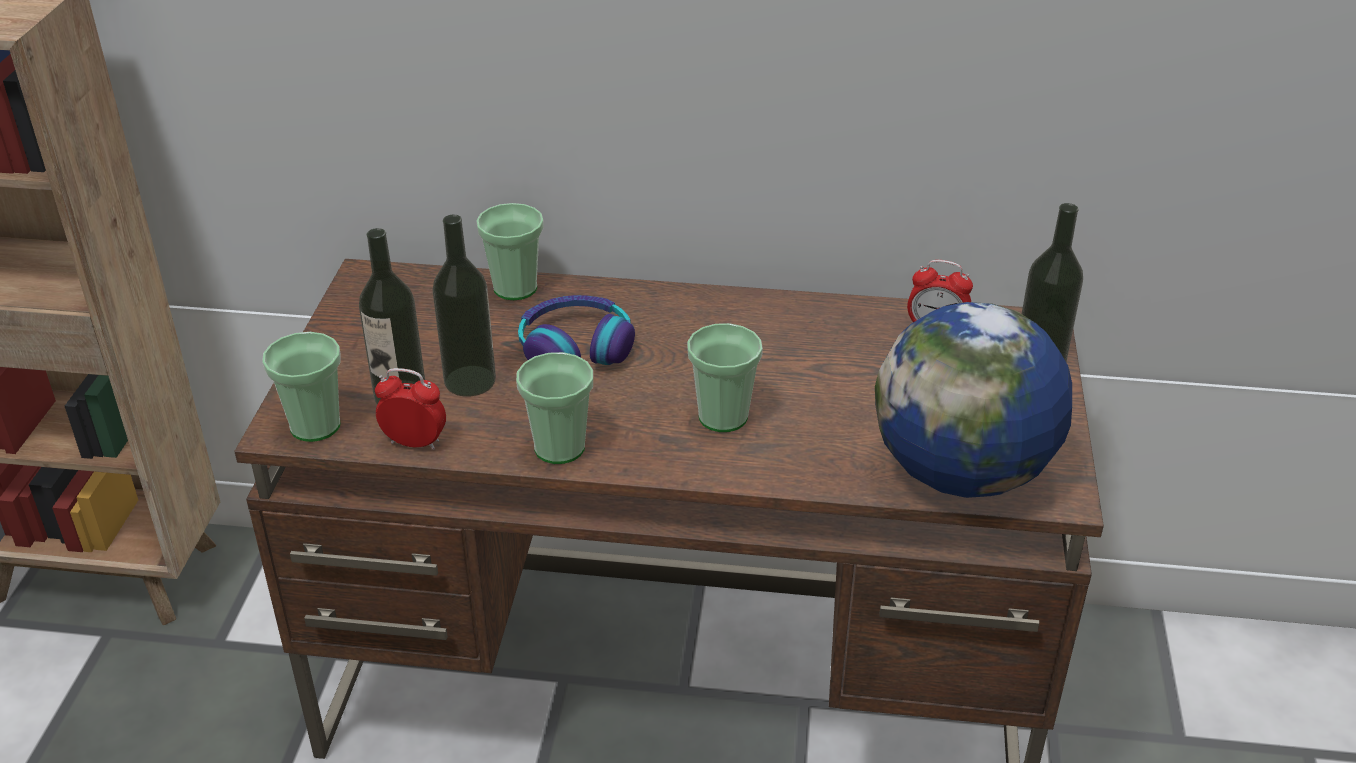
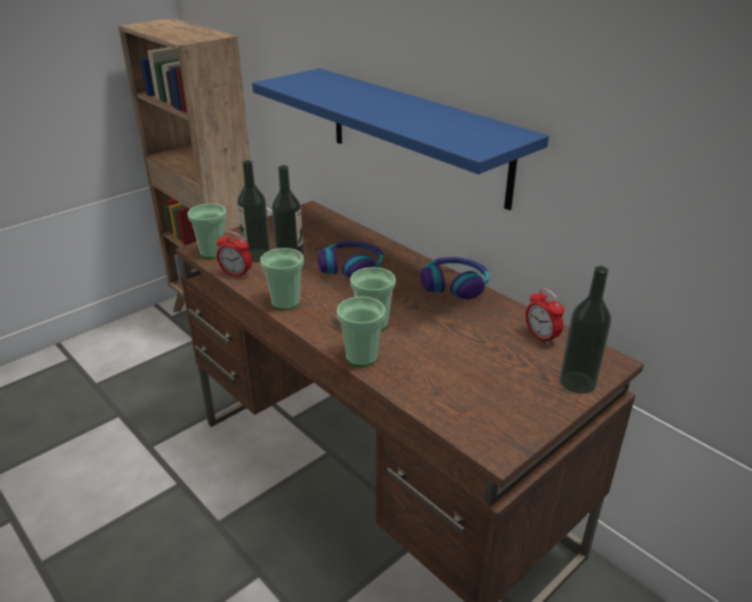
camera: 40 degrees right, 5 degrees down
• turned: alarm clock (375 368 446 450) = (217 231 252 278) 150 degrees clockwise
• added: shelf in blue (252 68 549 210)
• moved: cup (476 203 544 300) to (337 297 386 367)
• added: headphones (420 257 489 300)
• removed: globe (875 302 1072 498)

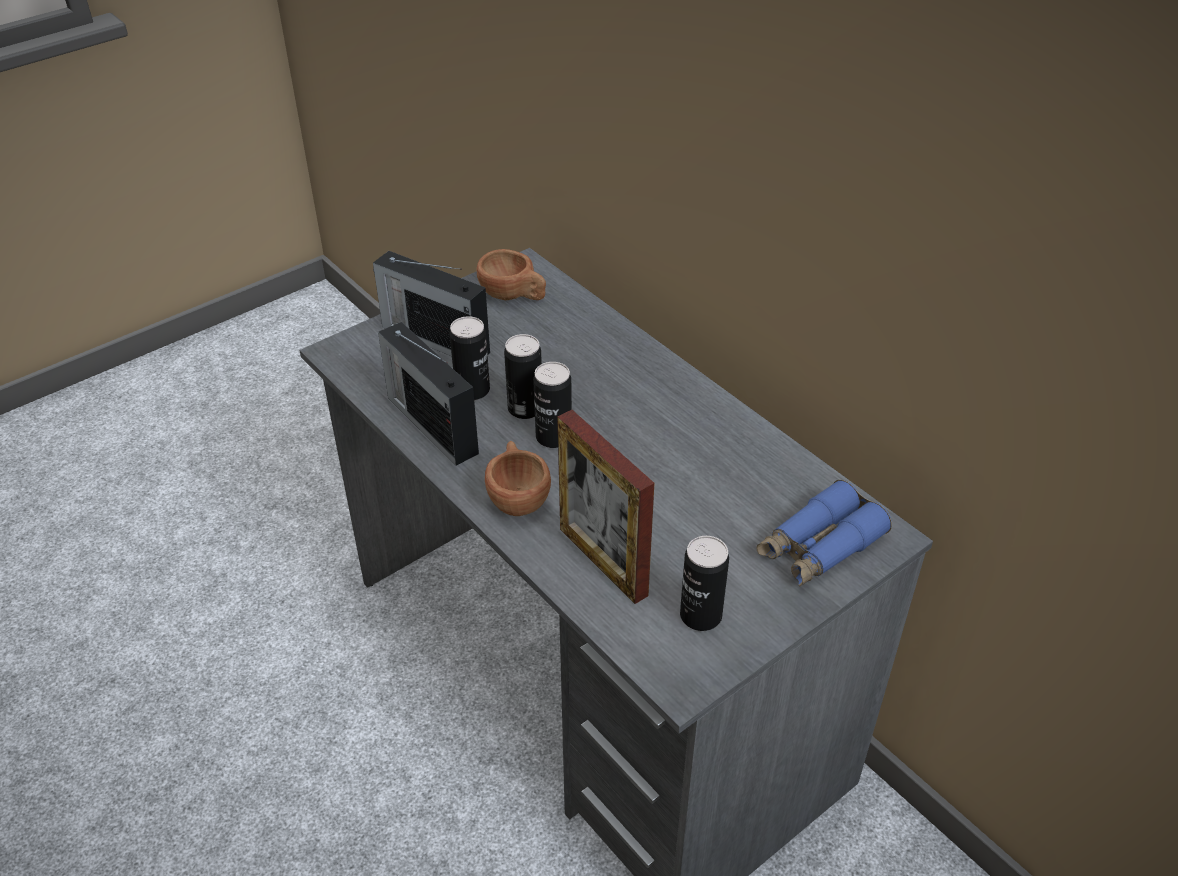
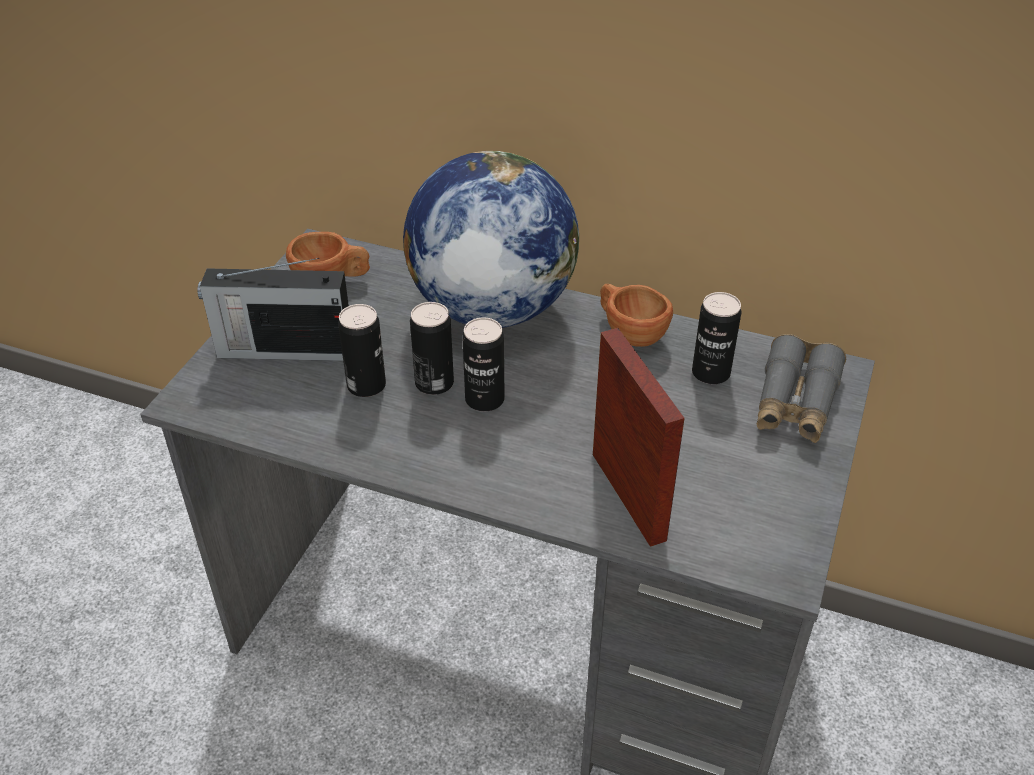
camera: 30 degrees left, 0 degrees up
• added: globe (403 151 579 328)
• turned: picture frame (557 410 655 604) = (593 328 685 547) 135 degrees counterclockwise
• moved: cup in brown (485 441 551 516) to (600 284 673 347)
• moved: can (680 536 729 631) to (692 292 741 384)
• recoloured: binoculars in blue (756 480 892 587) to binoculars in grey (757 334 846 443)
• removed: radio (378 322 479 466)

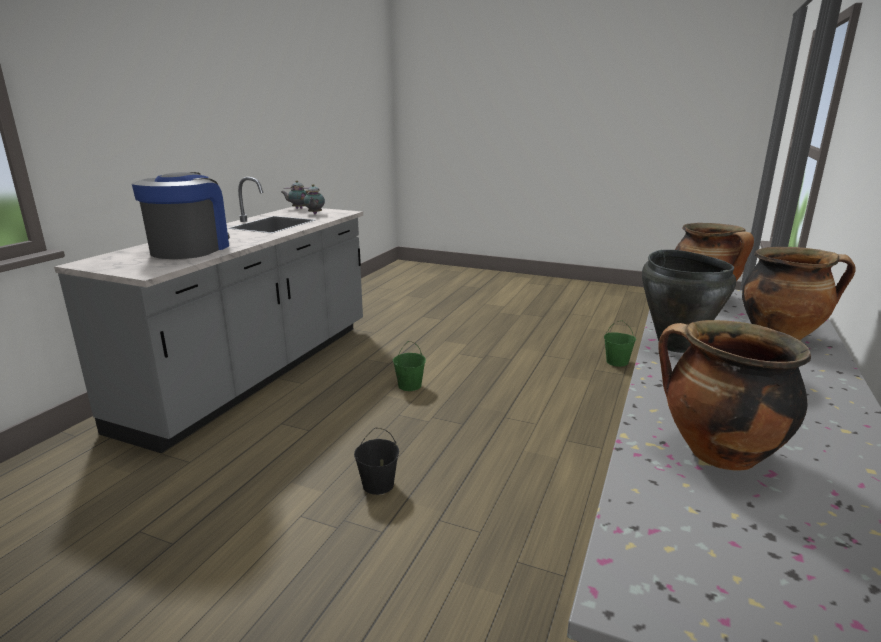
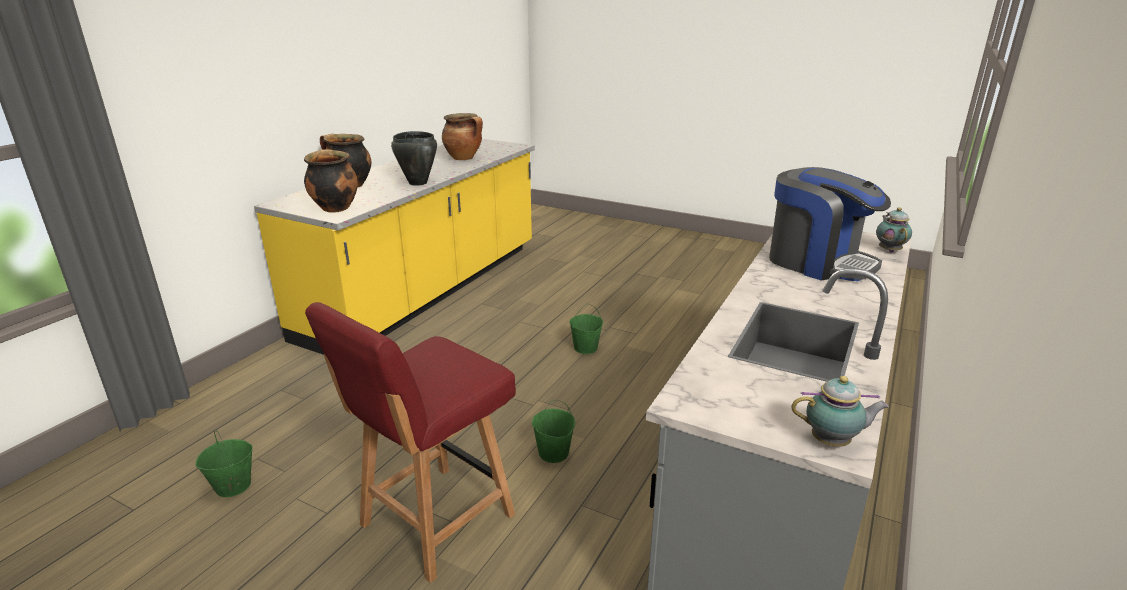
camera: 175 degrees left, 5 degrees up
• added: chair in red (305 302 516 583)
• recoloured: bucket in black (354 428 399 495) to bucket in green (569 304 603 354)
• turned: coffee machine (132 172 230 259) = (769 167 891 281) 60 degrees counterclockwise
• moved: teapot (304 184 325 214) to (876 207 912 252)

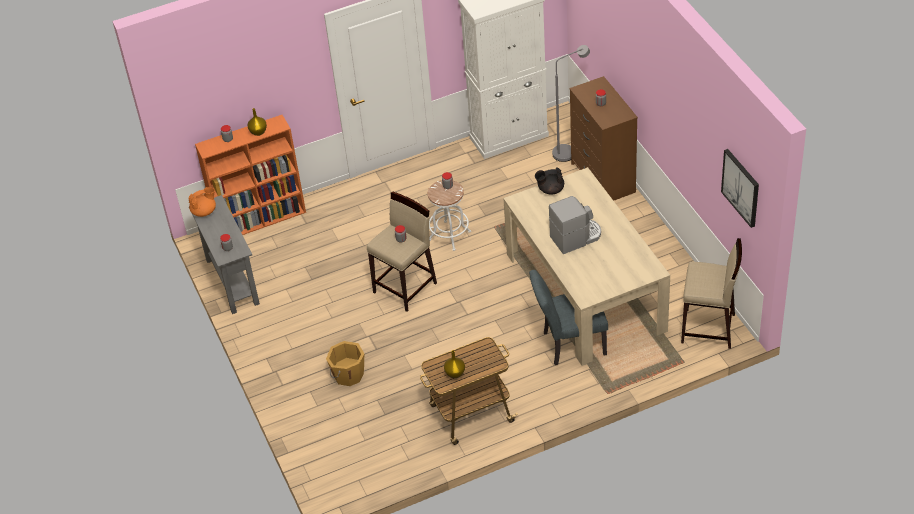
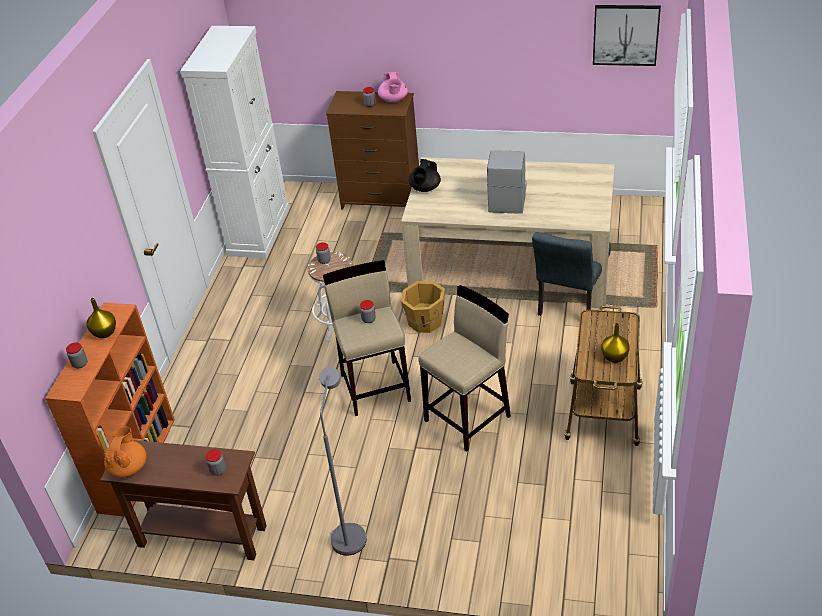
camera: 55 degrees left, 5 degrees down
• recoloured: console table in grey (192 195 260 314) to console table in brown (100 440 267 560)
• moved: floor lamp in grey (552 45 590 162) to (319 367 366 556)
• added: teapot in pink (378 72 408 103)
• moved: bucket in orange (326 341 364 386) to (401 281 445 333)
• moved: stool in beige (681 238 742 349) to (419 285 511 452)

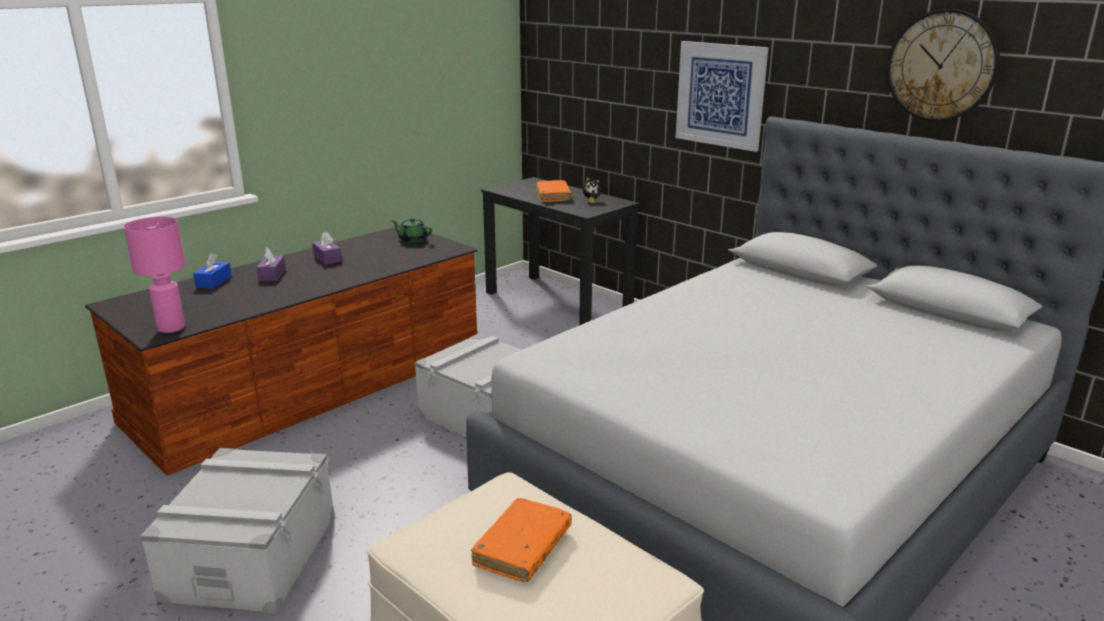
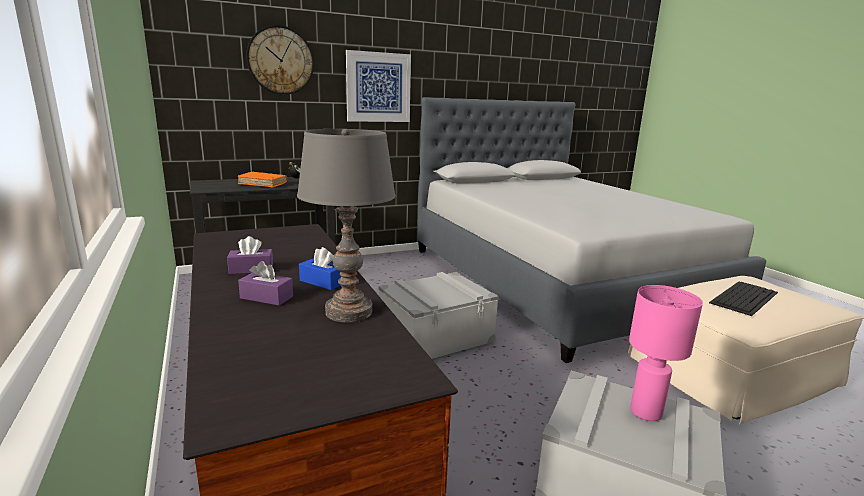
camera: 70 degrees left, 5 degrees down
• moved: wall clock (886 9 1000 121) to (246 25 314 95)
• added: table lamp in grey (297 129 396 323)
• moved: tissue box in blue (193 253 232 289) to (299 247 342 290)
• moved: table lamp in pink (124 217 186 333) to (629 285 703 421)
• replaced: book in orange (471 498 572 582) to keyboard (709 281 778 316)
• removed: teapot in green (391 218 432 243)

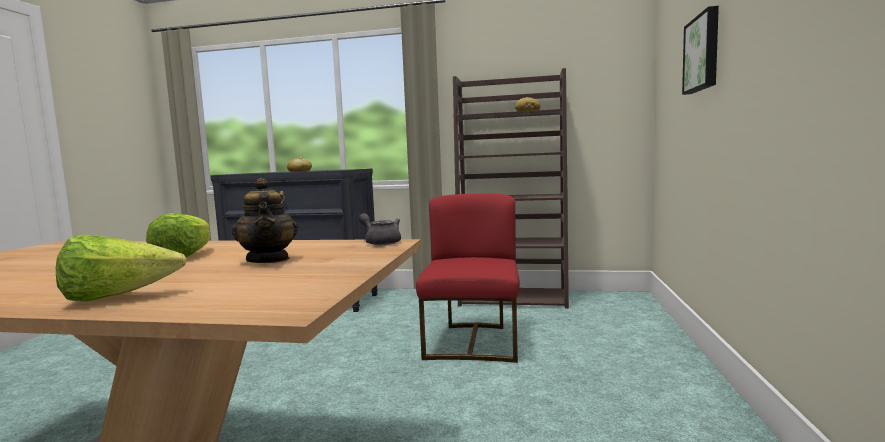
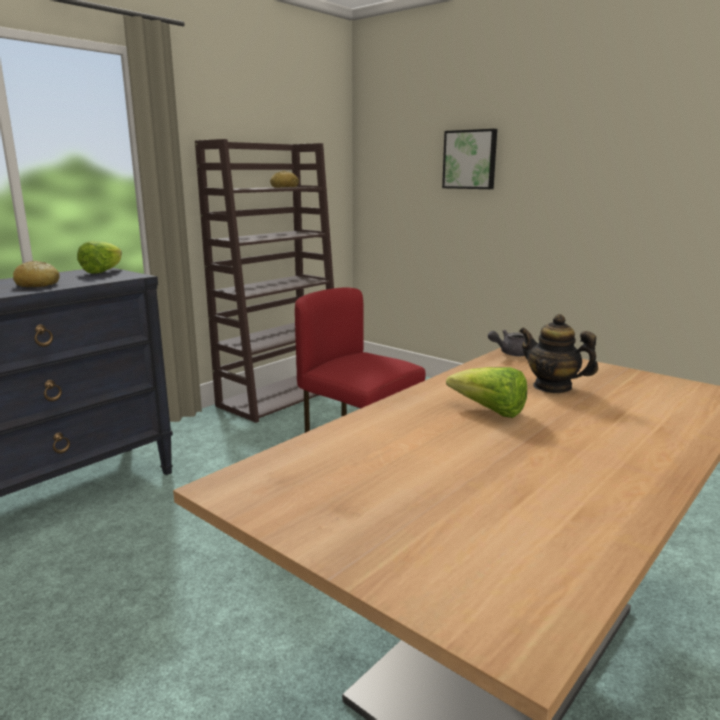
camera: 60 degrees left, 10 degrees up
• moved: lettuce (56 235 187 301) to (77 241 122 274)
• turned: teapot (231 178 298 263) = (519 314 598 393) 150 degrees counterclockwise

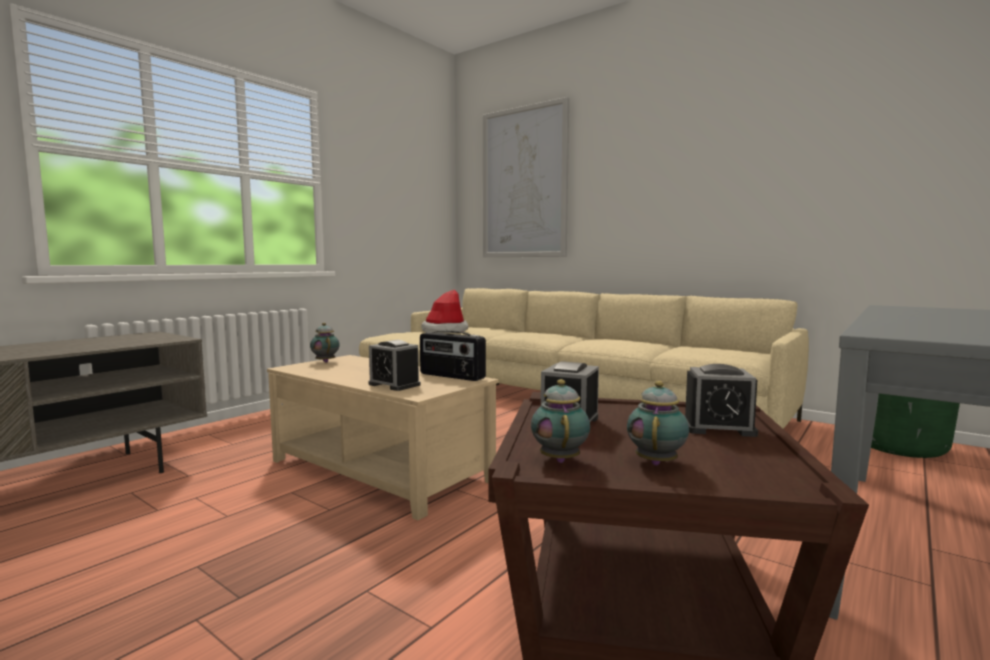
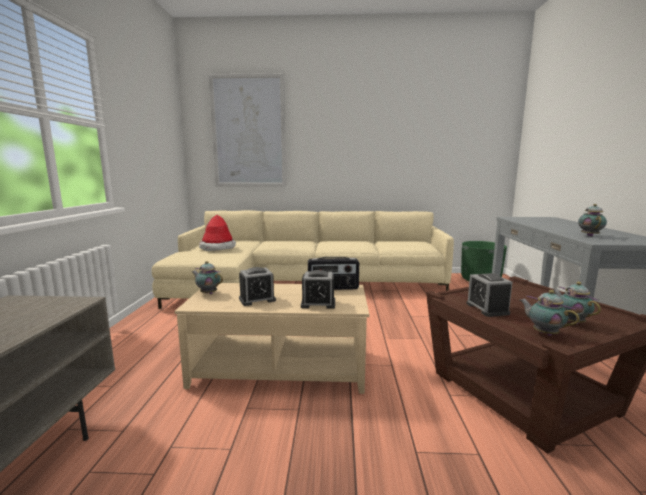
camera: 35 degrees left, 5 degrees up
• moved: alarm clock (684 364 758 437) to (239 267 276 306)
• added: teapot (578 204 607 236)

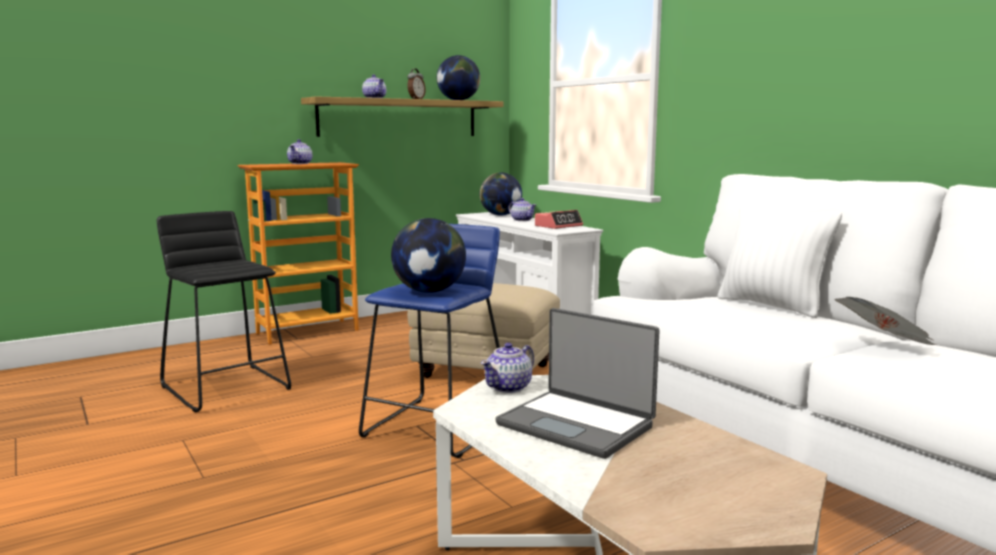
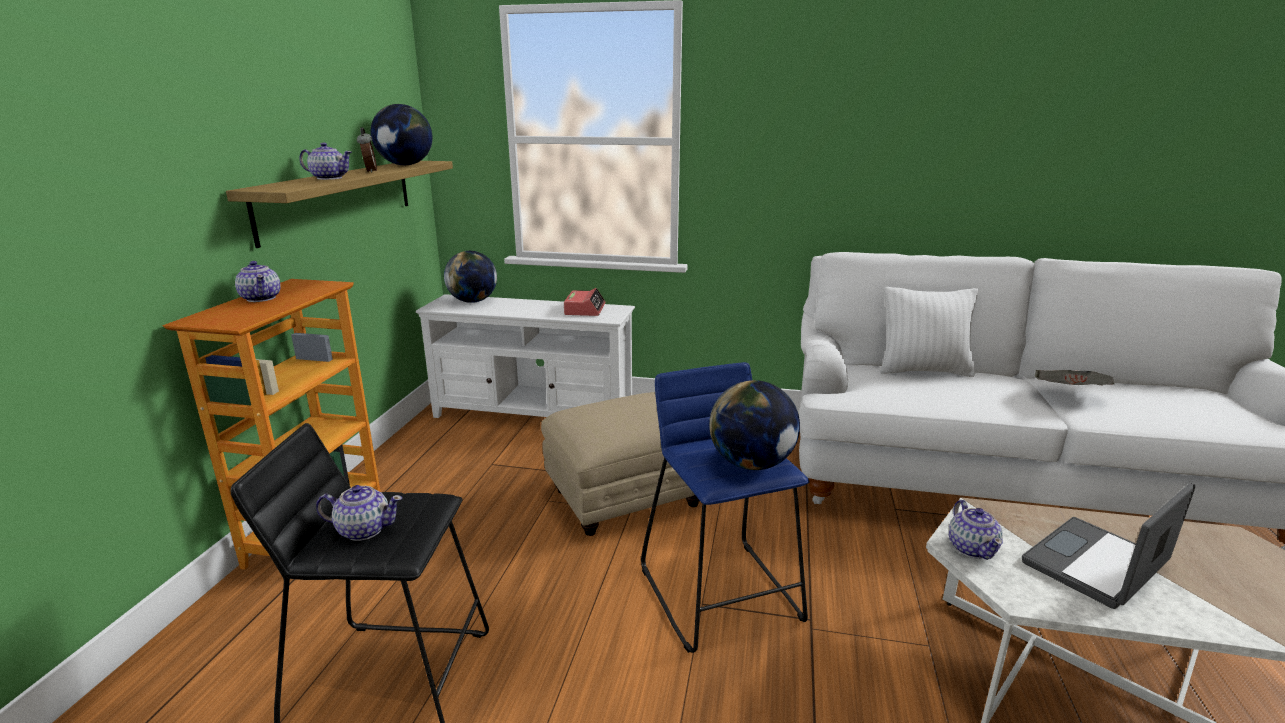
camera: 45 degrees left, 10 degrees up
• moved: teapot (509 198 536 221) to (316 485 402 541)
• turned: laptop (495 308 660 459) = (1022 483 1195 609) 150 degrees clockwise

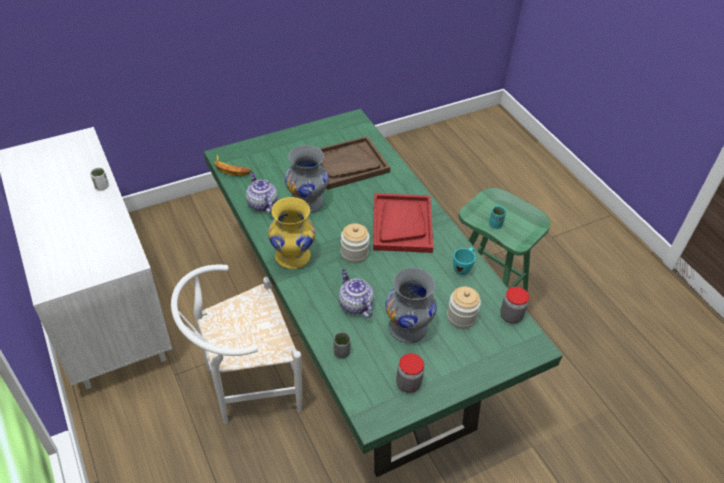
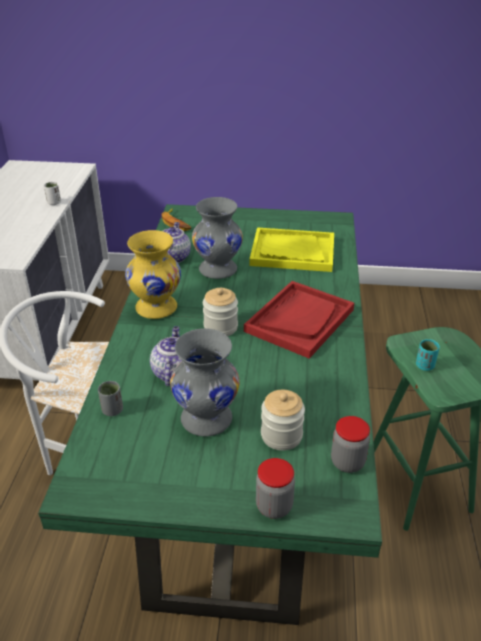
camera: 35 degrees right, 10 degrees down
• recoloured: tray in brown (319 136 390 190) to tray in yellow (249 227 334 272)
• moved: jar (396 353 424 393) to (256 458 295 519)
• removed: mug in turquoise (453 247 476 275)

